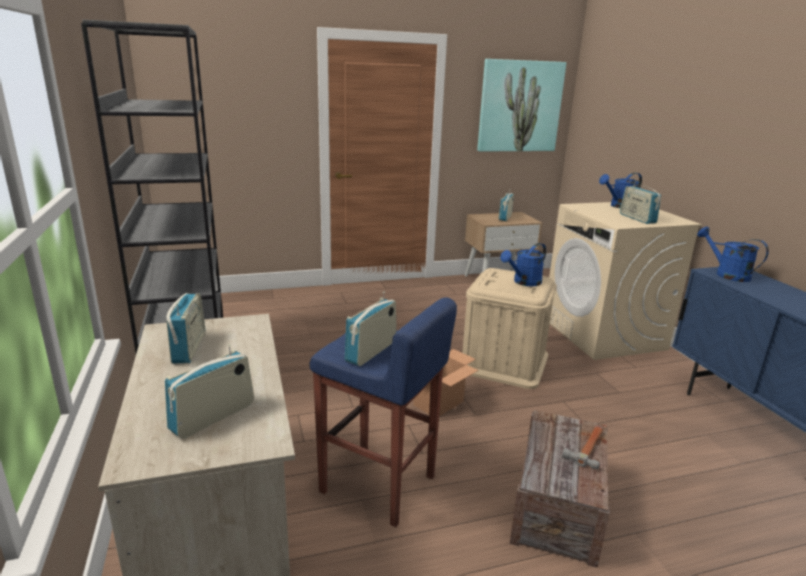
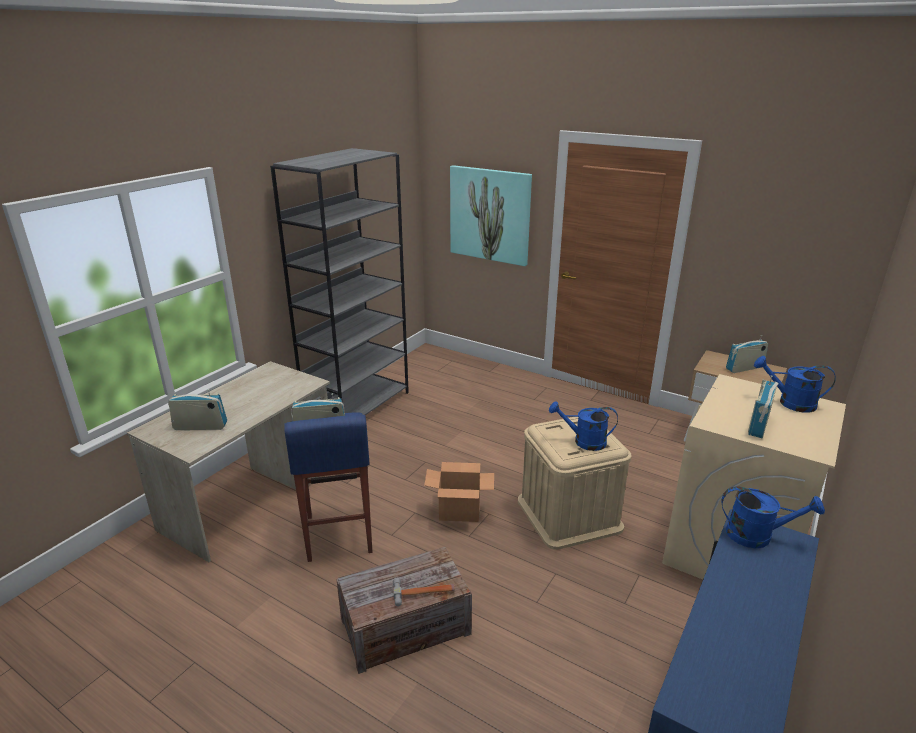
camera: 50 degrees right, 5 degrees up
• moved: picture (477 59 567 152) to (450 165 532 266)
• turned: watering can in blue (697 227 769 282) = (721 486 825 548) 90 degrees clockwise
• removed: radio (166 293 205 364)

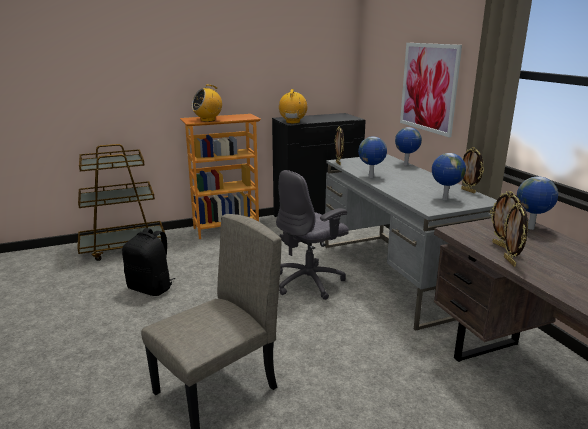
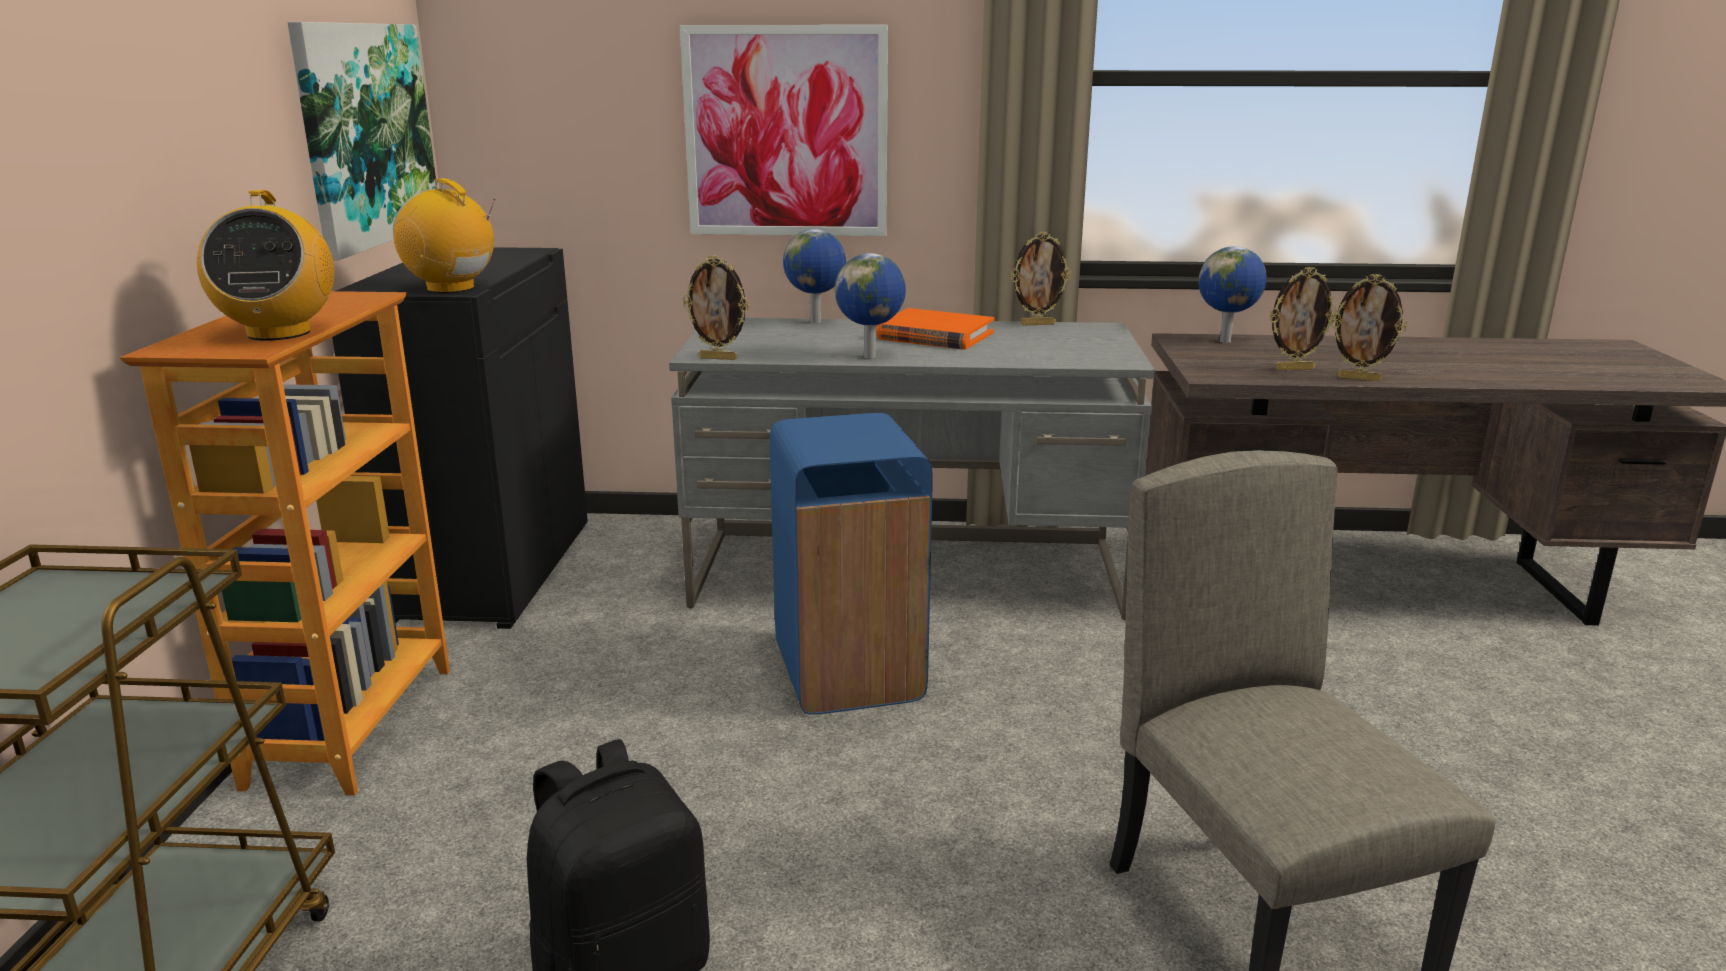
camera: 65 degrees left, 0 degrees up
• added: picture (287 22 437 260)
• replaced: office chair in grey (276 170 349 300) to trash can in blue (770 413 933 715)
• added: book in orange (876 308 995 350)
• removed: globe (432 153 466 200)

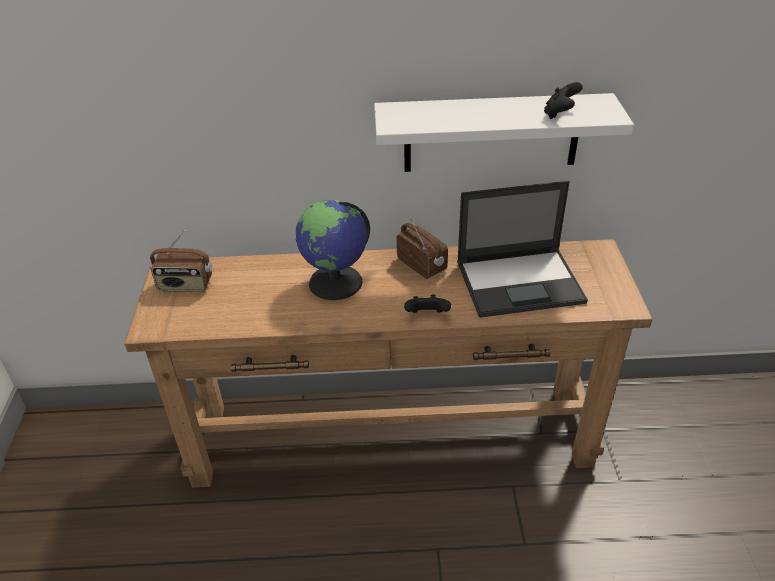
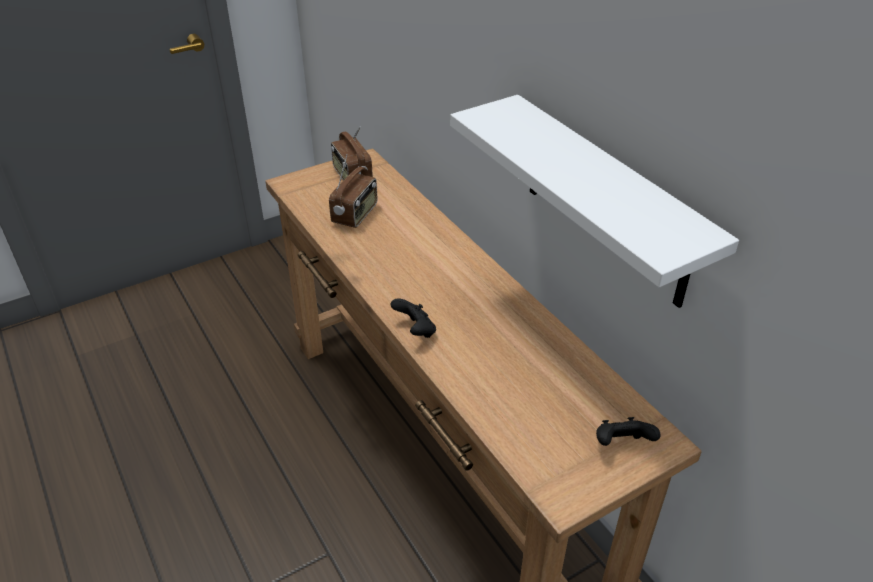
camera: 60 degrees right, 0 degrees up
• moved: radio (397 215 448 279) to (329 154 377 228)
• moved: game controller in black (544 82 583 119) to (596 417 660 446)
• removed: globe (295 200 370 300)
• removed: laptop (457 181 588 318)

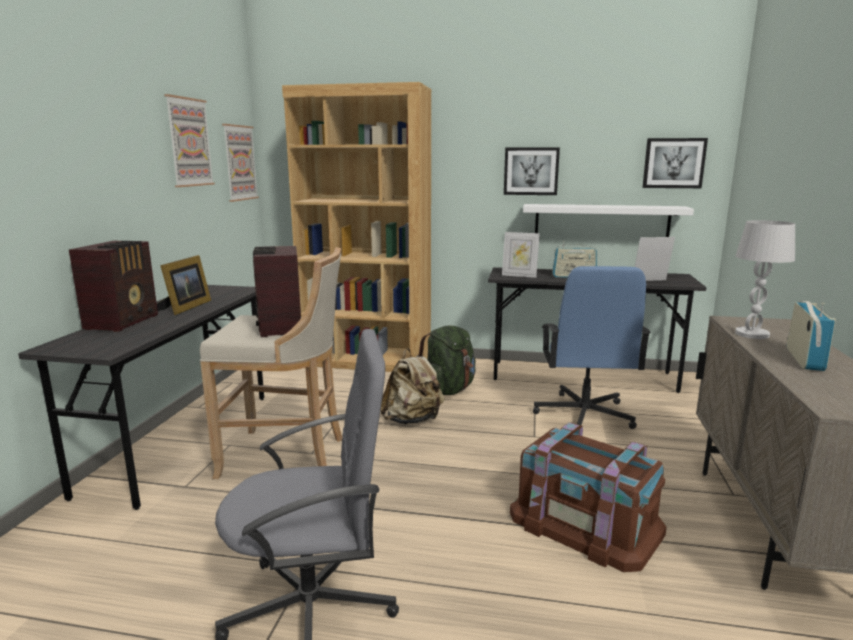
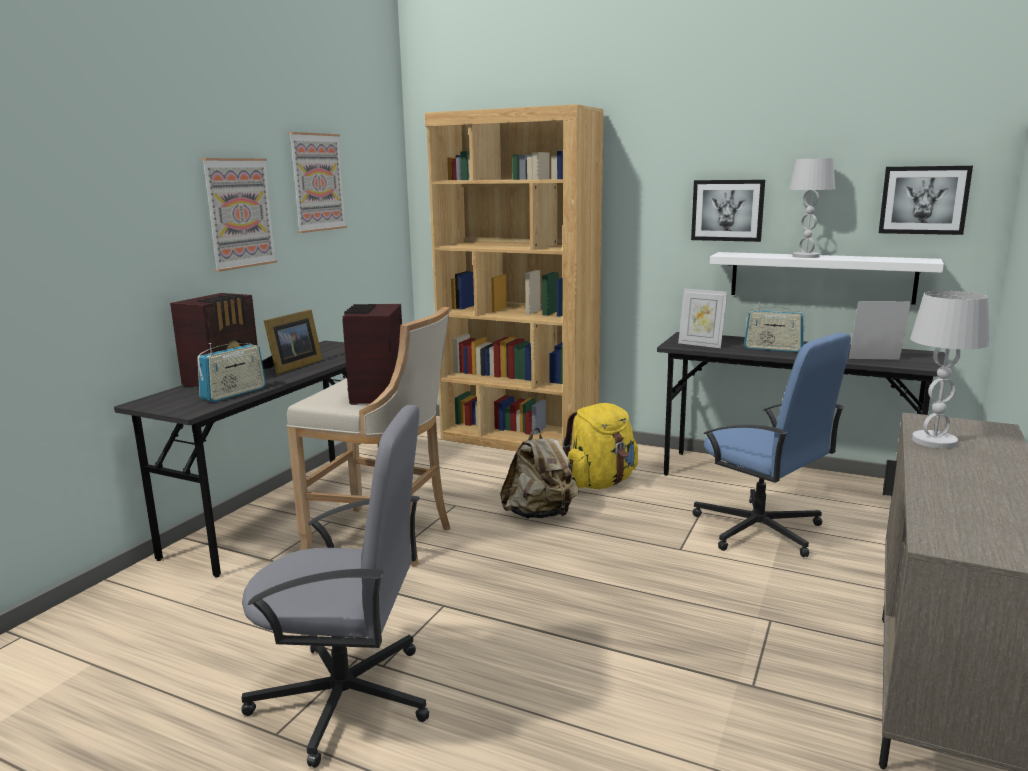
camera: 15 degrees right, 0 degrees up
• moved: radio (787 301 836 371) to (197 343 266 402)
• moved: picture (222 124 259 202) to (201 158 277 272)
• recoloured: backpack in green (417 325 475 395) to backpack in yellow (562 403 638 489)
• turned: office chair in blue (533 266 651 429) = (692 332 851 557) 60 degrees counterclockwise
• added: table lamp in white (789 158 835 258)
• removed: storage box in brown (510 422 666 572)

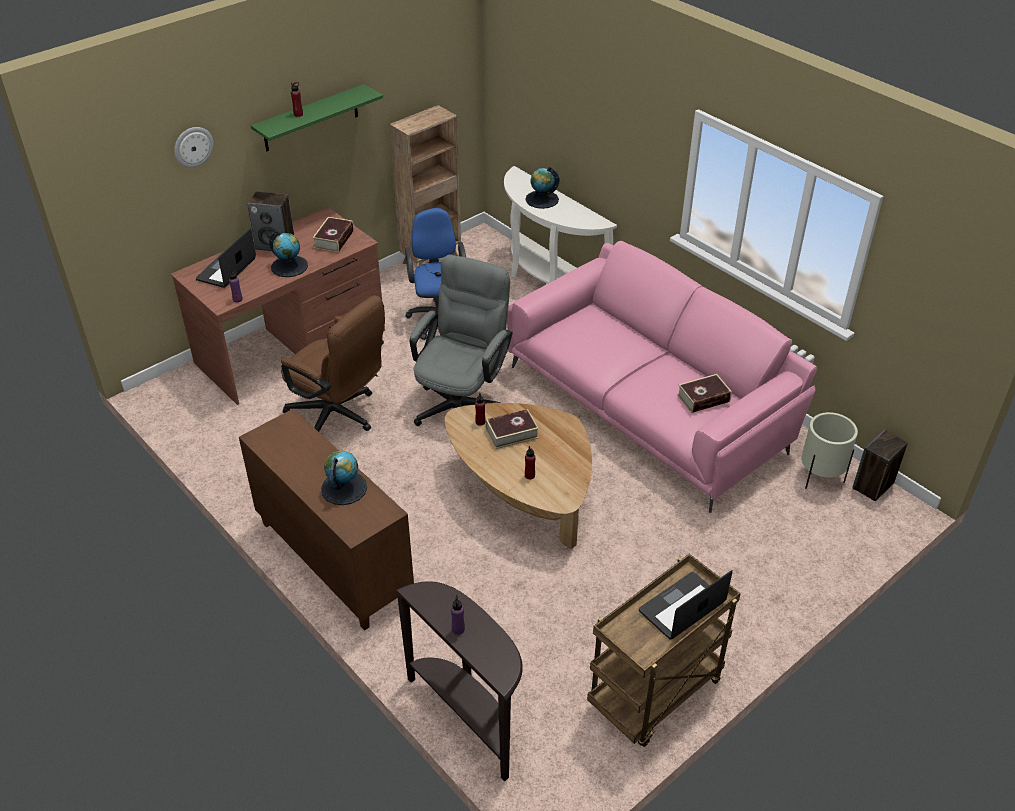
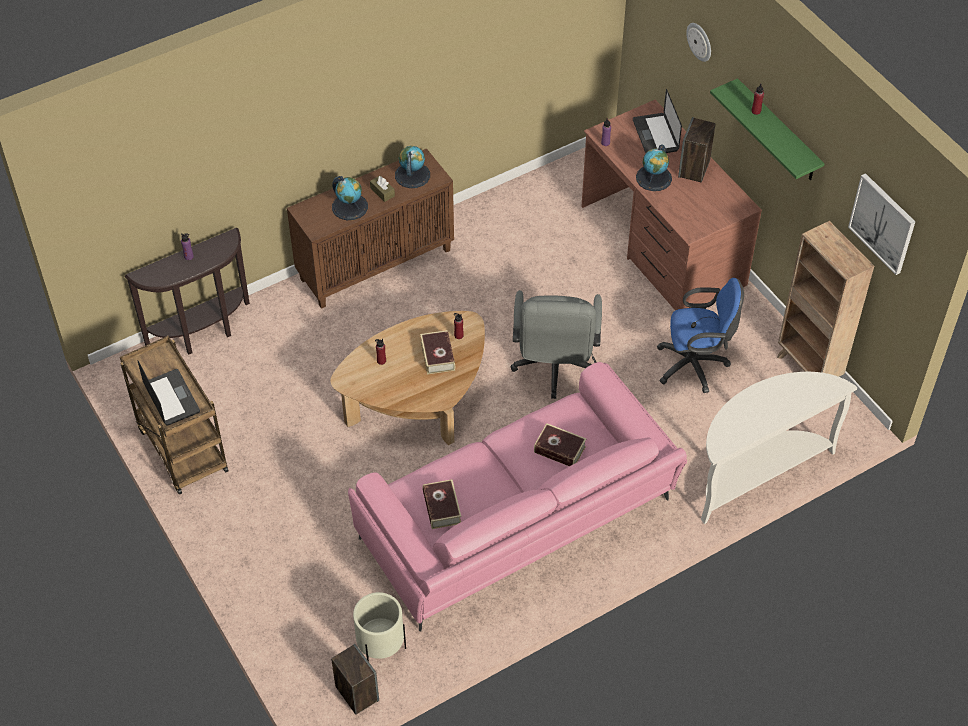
camera: 100 degrees right, 10 degrees up
• added: tissue box in brown (370 176 395 202)
• moved: globe (525 167 559 209) to (395 146 430 188)
• turned: office chair in grey (410 255 513 426) = (511 290 602 399) 60 degrees clockwise
• moved: book (313 217 354 252) to (534 423 586 466)
• turned: laptop (196 228 256 288) = (633 89 682 153) 135 degrees counterclockwise
• added: picture (848 173 915 275)
• removed: office chair in brown (281 295 385 432)

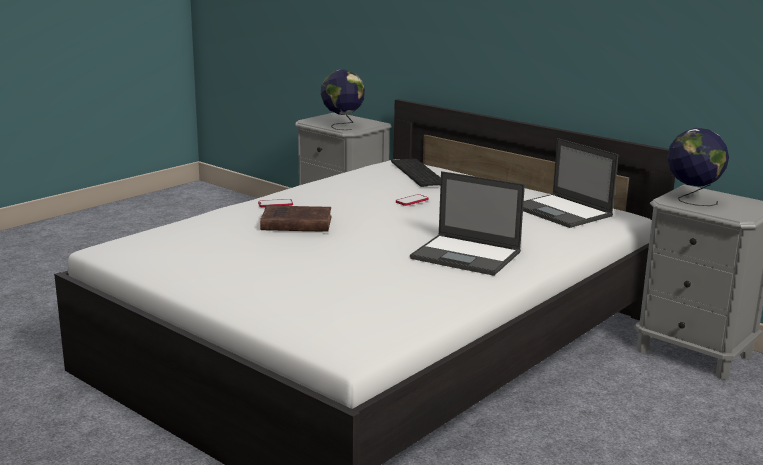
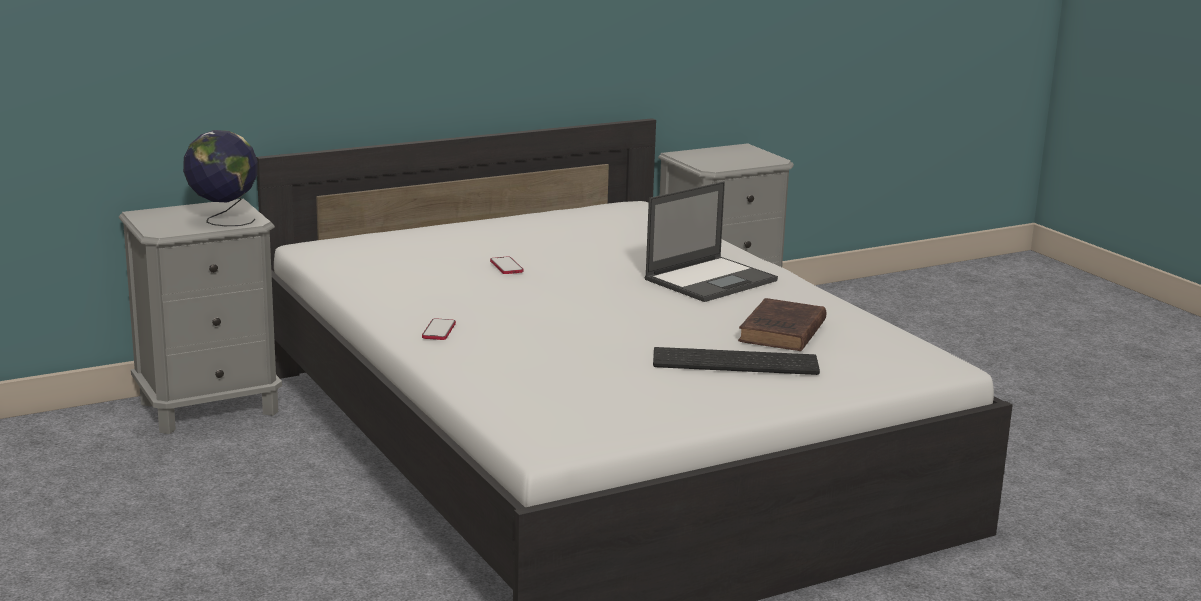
camera: 70 degrees left, 0 degrees up
• moved: keyboard (391 159 441 187) to (653 347 820 375)
• moved: book in brown (260 206 331 232) to (738 298 826 351)
• removed: laptop (523 138 618 228)
• removed: globe (667 128 729 206)

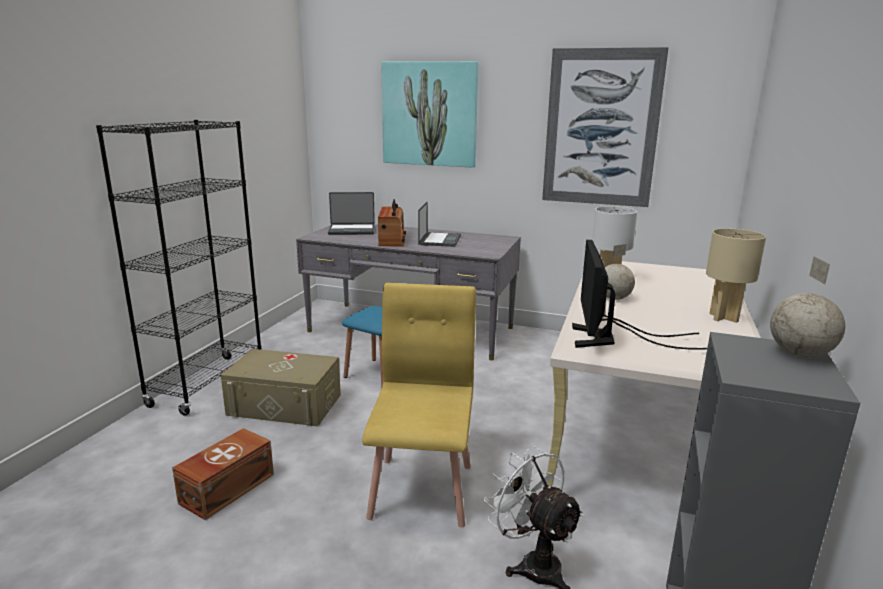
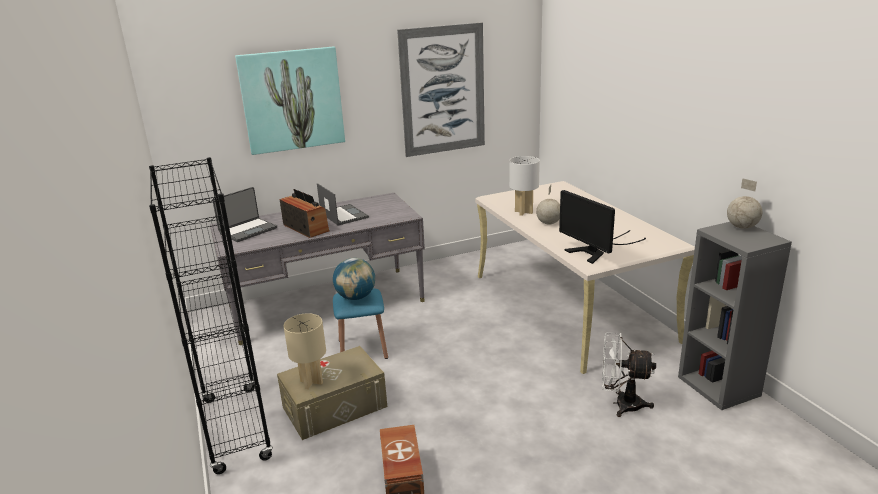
camera: 40 degrees left, 5 degrees up
• moved: table lamp in beige (706 229 766 323) to (284 313 326 389)
• added: globe (333 258 375 300)
• removed: chair in yellow (362 283 476 527)

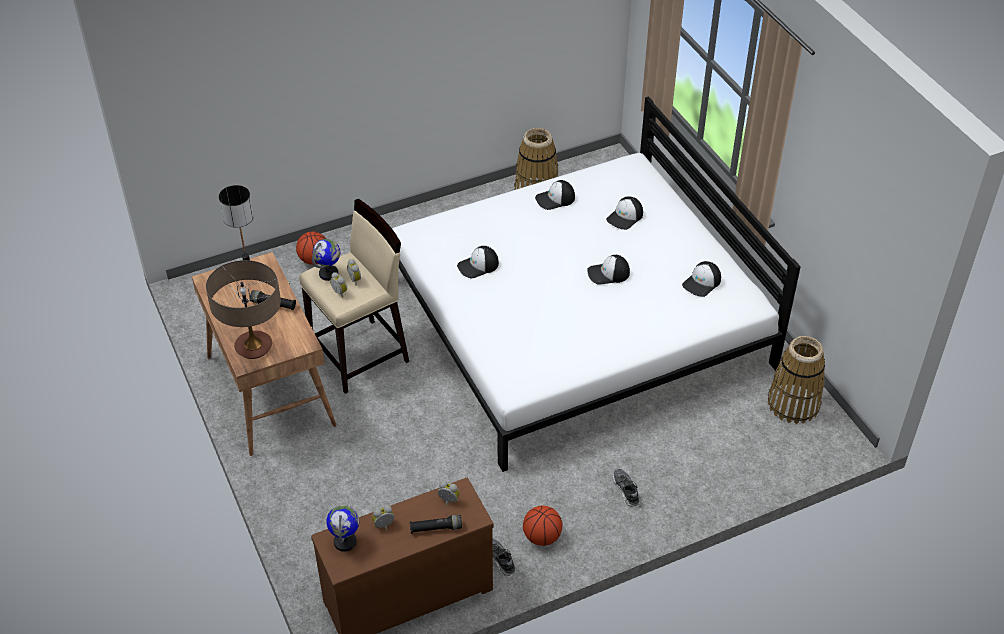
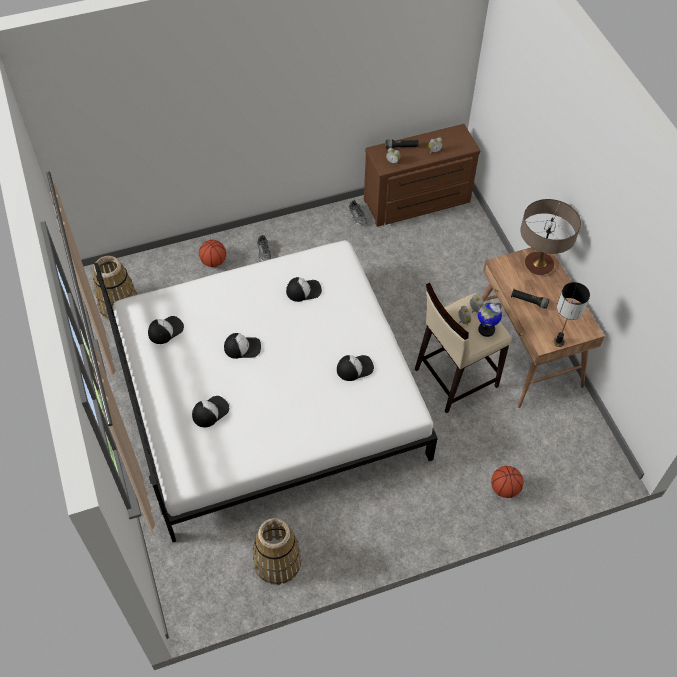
camera: 175 degrees left, 10 degrees up
• moved: basketball (523 505 563 546) to (199 240 226 267)
• moved: cap (535 180 575 210) to (286 277 322 302)
• removed: globe (327 505 359 552)

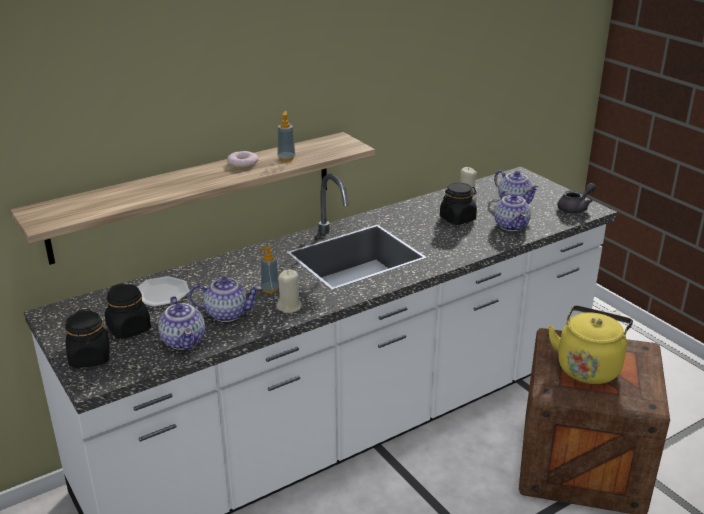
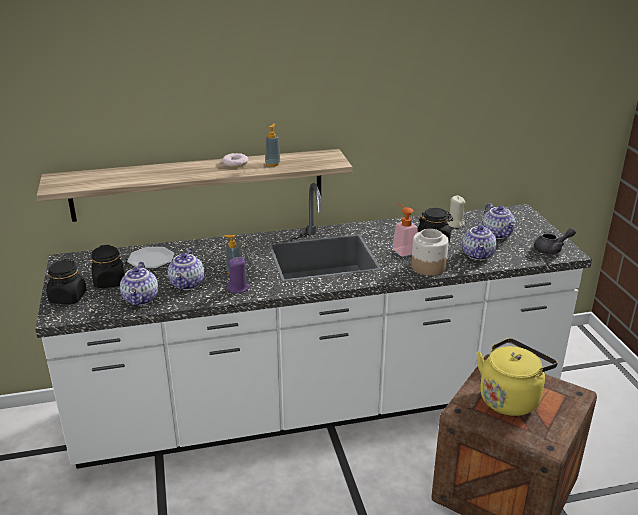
camera: 20 degrees right, 0 degrees up
• turned: teapot (189 277 261 322) = (168 248 204 290) 75 degrees clockwise
• recoloured: candle in beige (276 270 302 313) to candle in purple (227 257 250 293)
• added: soap dispenser (392 203 418 257)
• added: jar (411 229 449 276)

